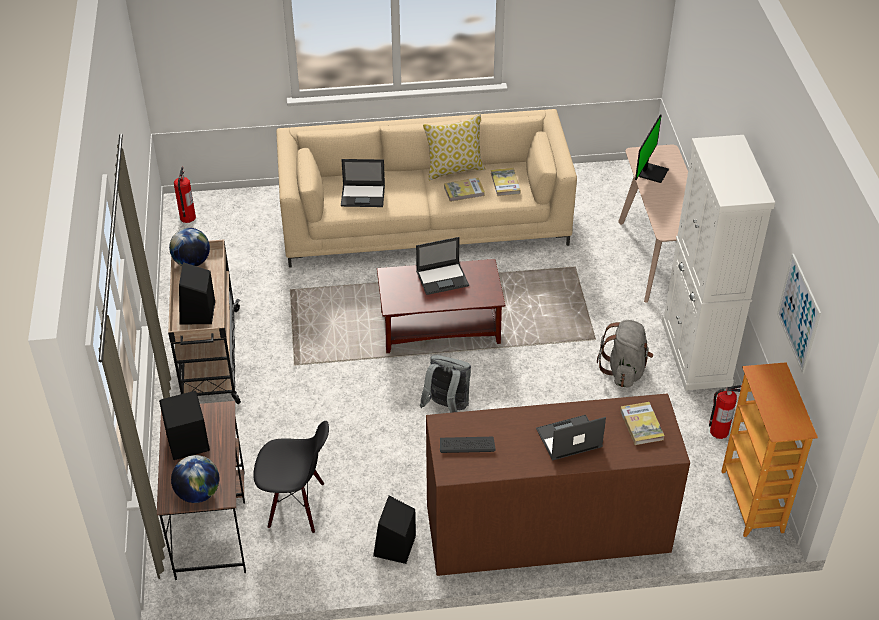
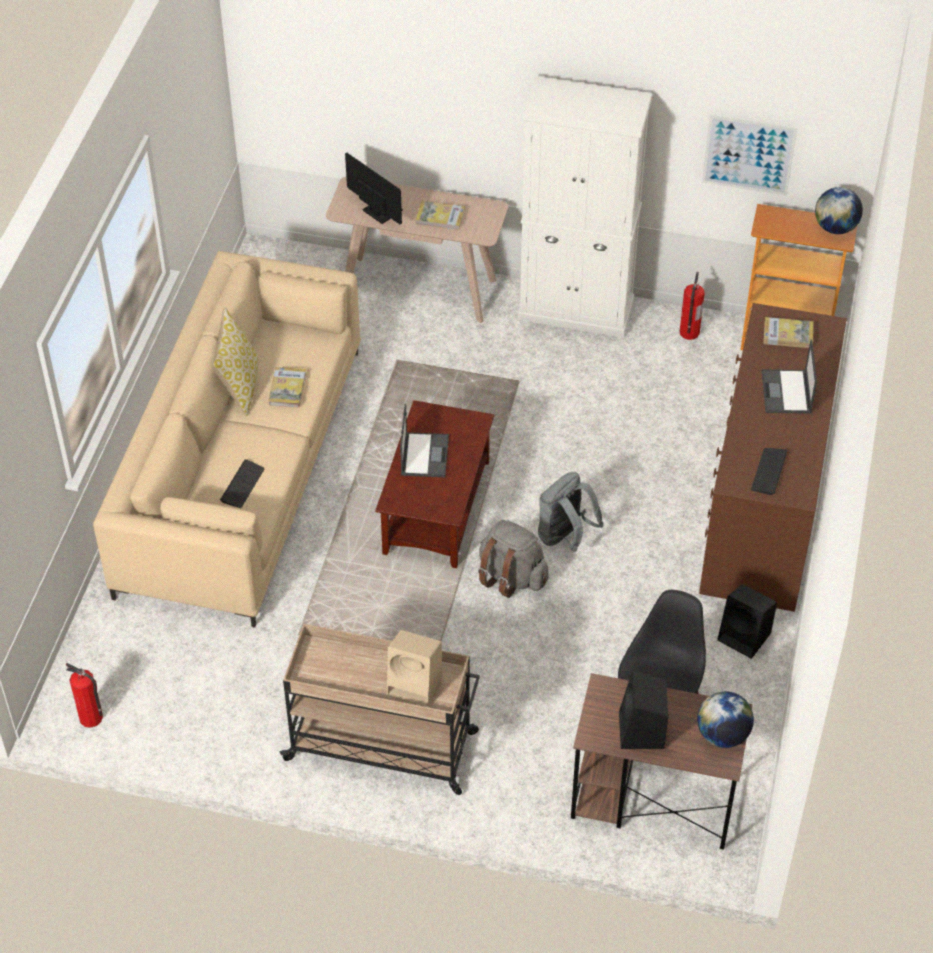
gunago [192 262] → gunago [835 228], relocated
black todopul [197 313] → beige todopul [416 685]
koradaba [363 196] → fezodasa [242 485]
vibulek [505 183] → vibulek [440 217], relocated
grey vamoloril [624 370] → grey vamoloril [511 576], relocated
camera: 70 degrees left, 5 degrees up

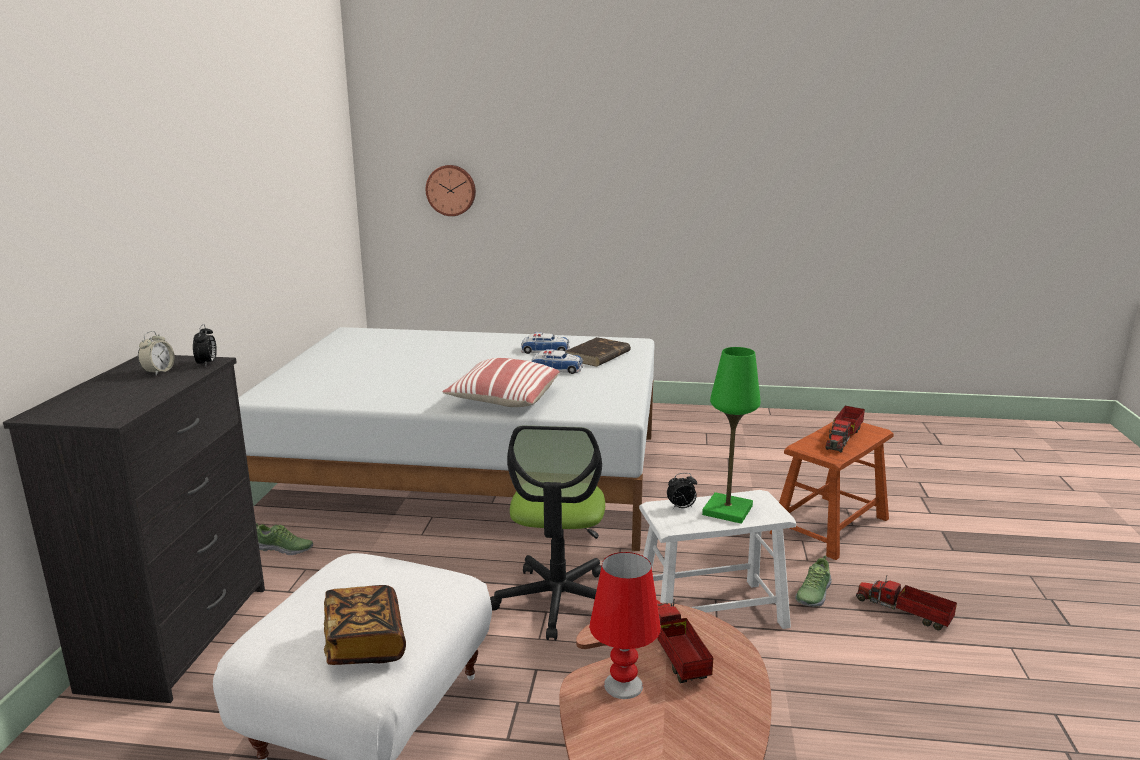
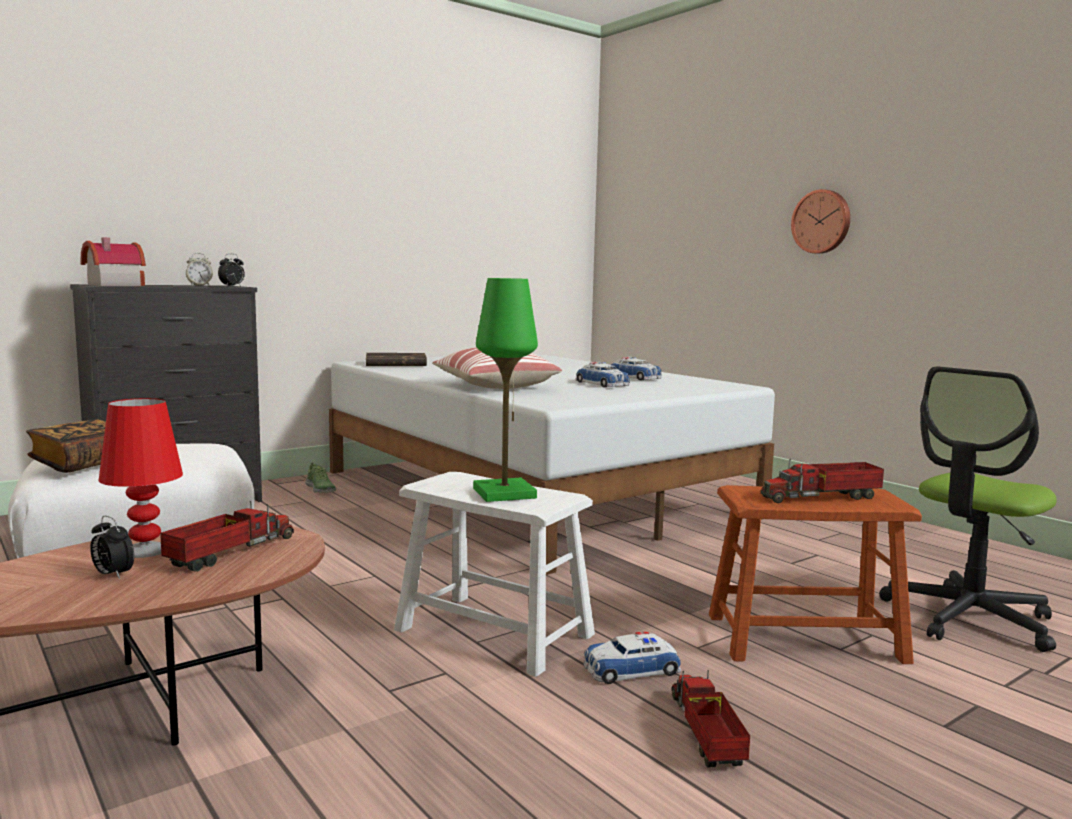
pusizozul [451 190] → pusizozul [822 222], relocated
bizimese [558 601] → bizimese [969 618], relocated
brown vibulek [597 356] → brown vibulek [395 364], relocated
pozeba [681 508] → pozeba [112 575], relocated
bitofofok [812 594] → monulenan [631 669]
- → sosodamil [111 285]
camera: 45 degrees right, 10 degrees down

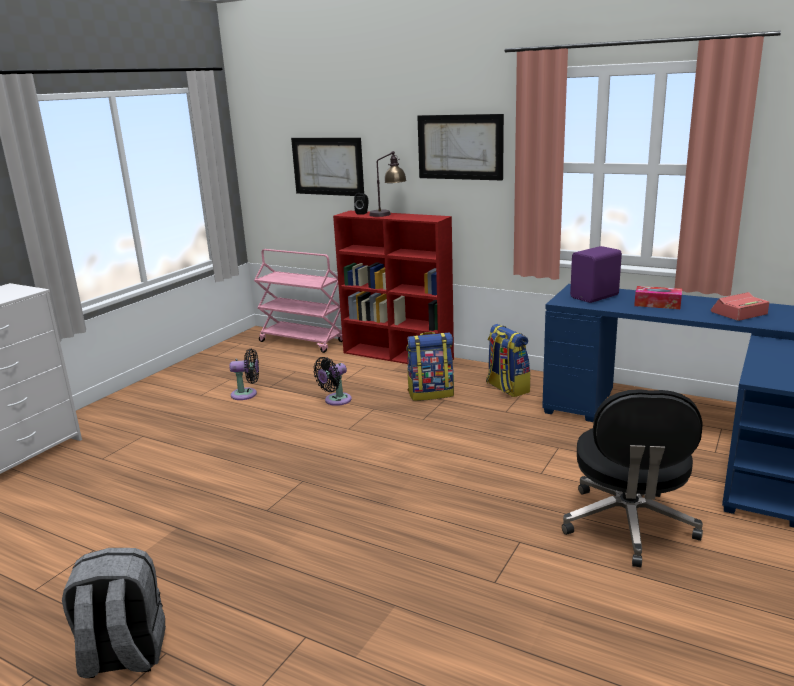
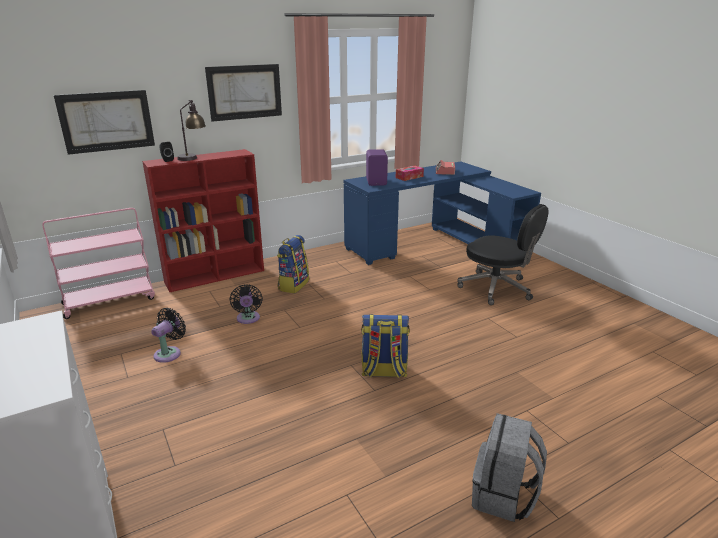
vamoloril [506 388] → vamoloril [383 371], relocated
camera: 60 degrees left, 5 degrees up

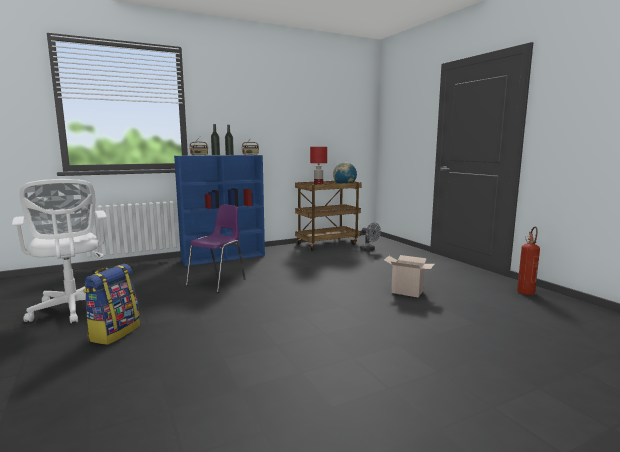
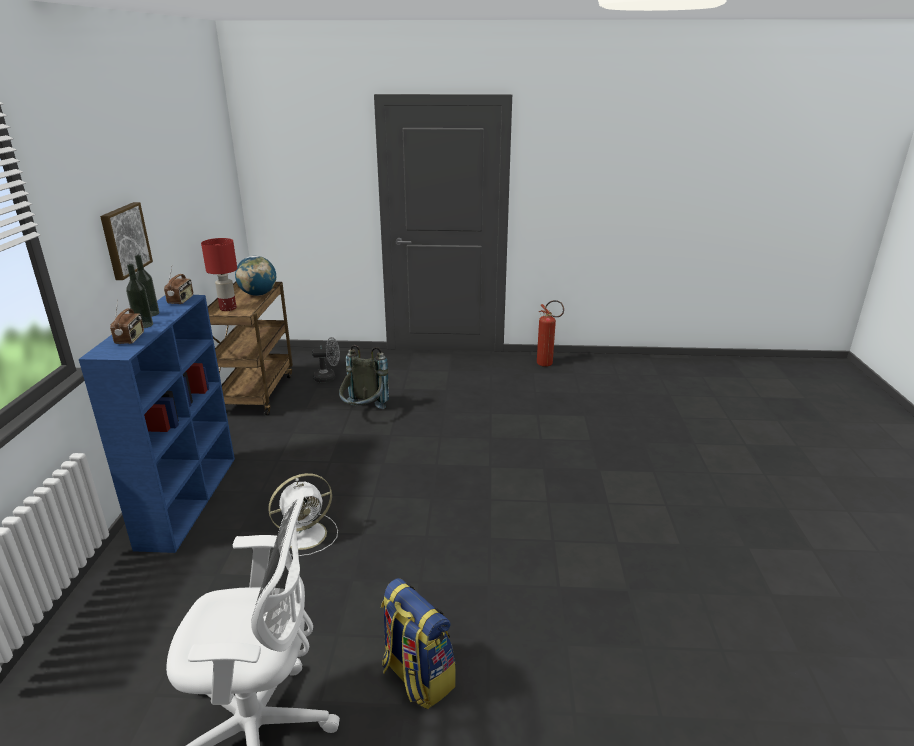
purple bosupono [218 282] → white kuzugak [307 534]
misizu [408 292] → -
- → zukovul [124 240]
- → grey vamoloril [364 413]
camera: 60 degrees left, 15 degrees up

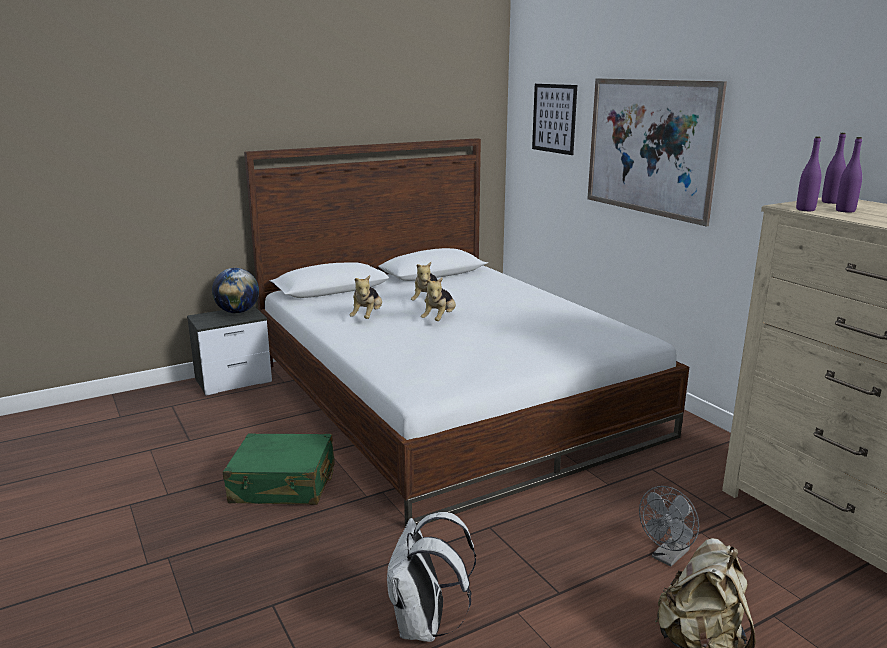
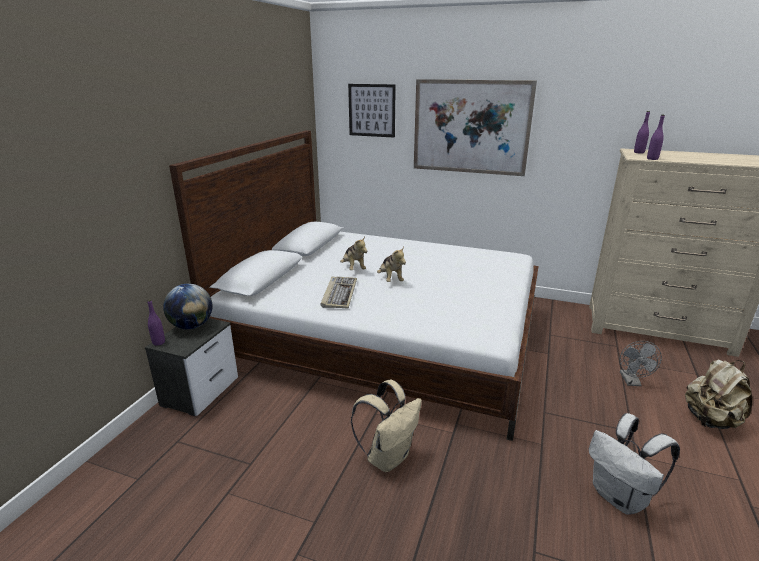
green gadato [283 484] → beige vamoloril [388 457]
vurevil [367 317] → fezodasa [339 294]
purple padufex [845 211] → purple padufex [159 342], relocated
camera: 40 degrees left, 5 degrees up

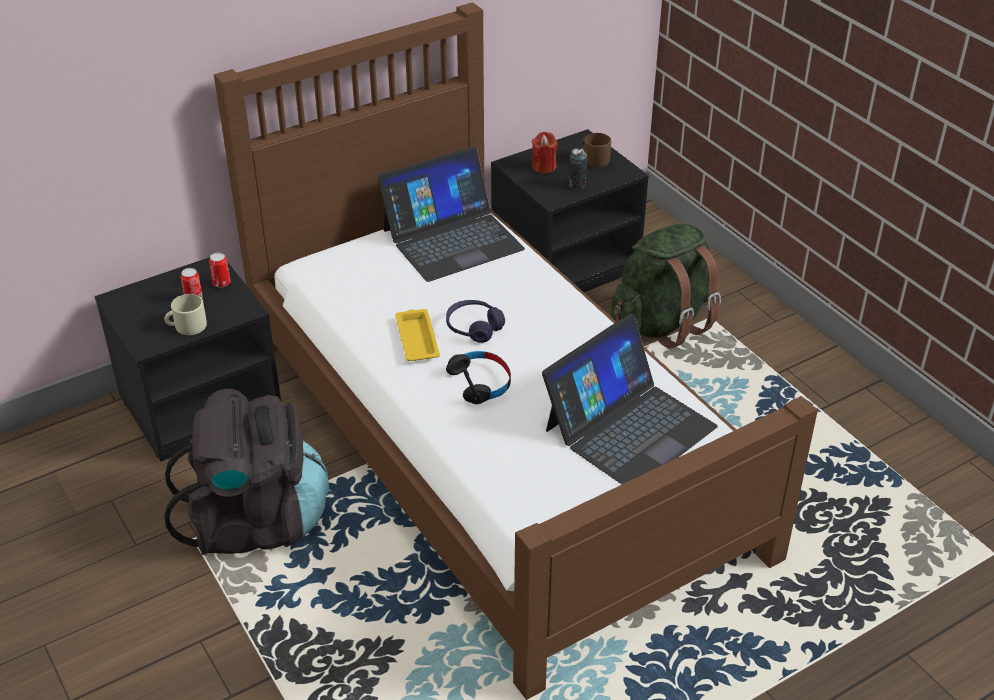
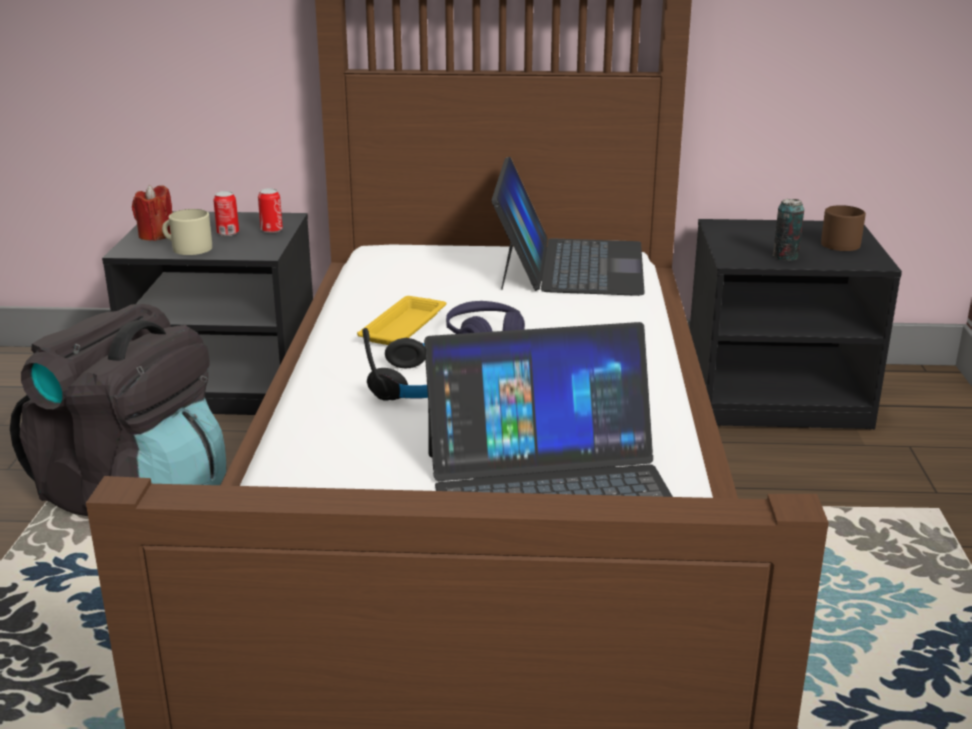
koradaba [452 239] → koradaba [569 265], 90 degrees counterclockwise
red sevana [544 166] → red sevana [156 235], relocated
green vamoloril [662 323] → -
camera: 35 degrees right, 15 degrees down

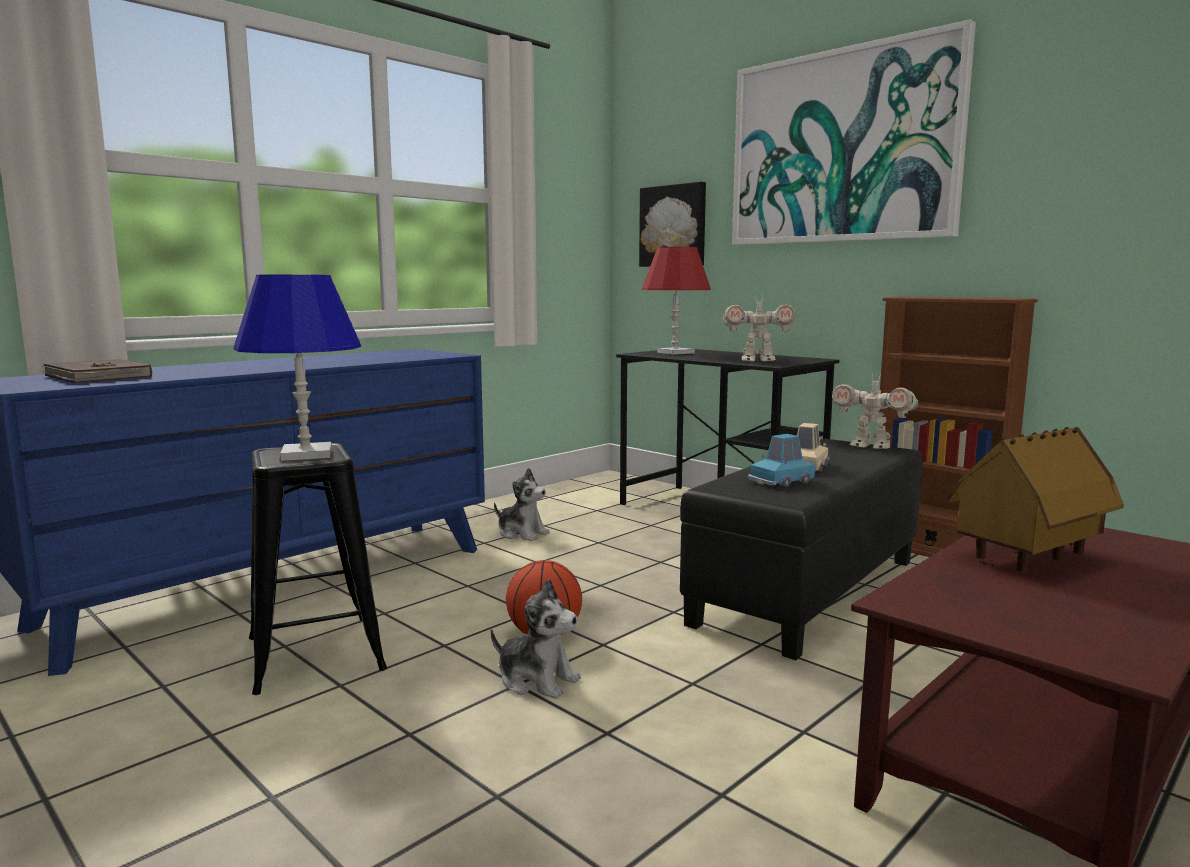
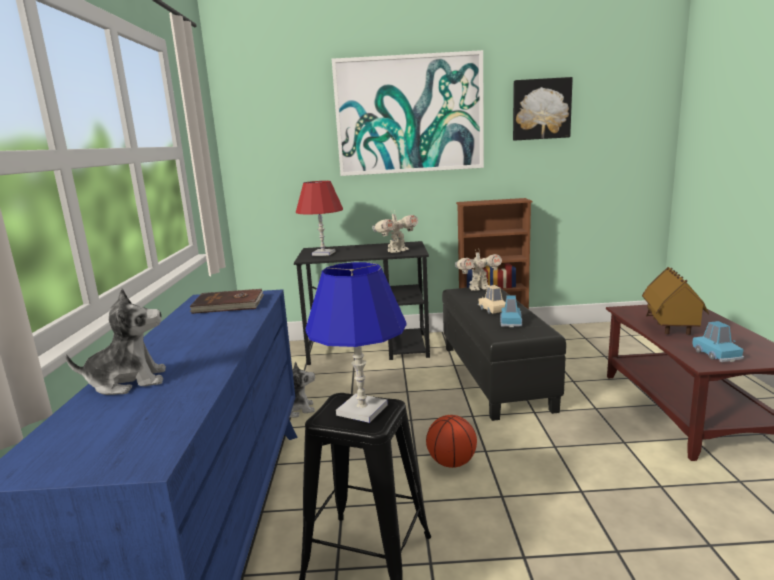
brown vibulek [96 376] → brown vibulek [229 305], relocated
vurevil [537 680] → vurevil [128 382], relocated
zukovul [674 226] → zukovul [541 109], relocated
- → blue monulenan [716 354]
camera: 45 degrees left, 5 degrees up

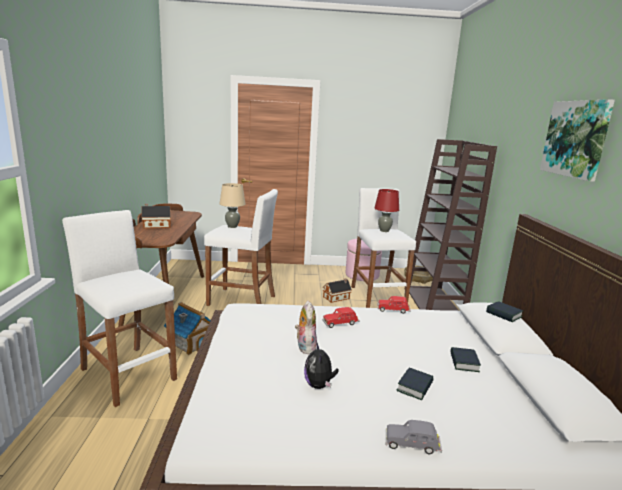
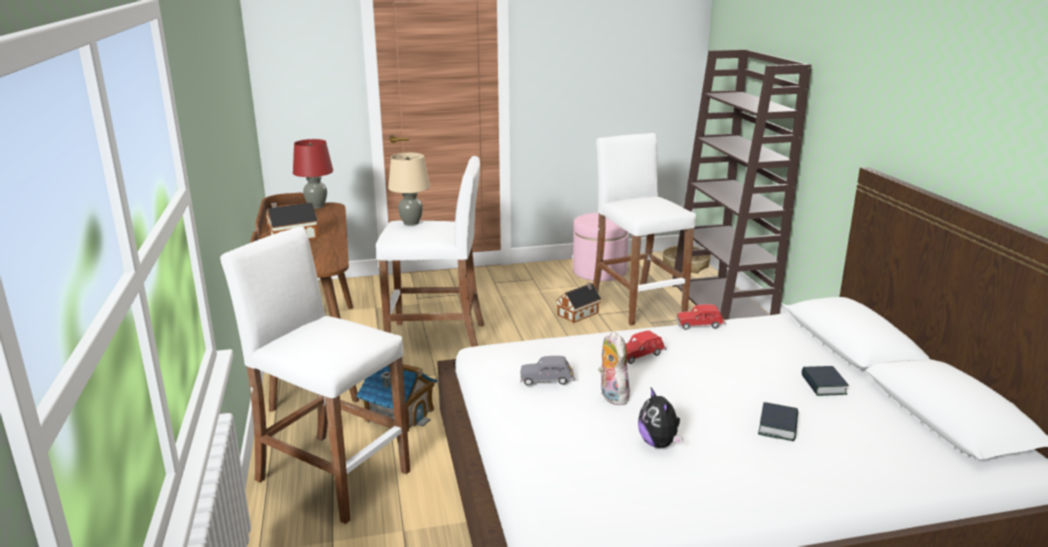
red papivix [384 231] → red papivix [316 206], relocated
grey monulenan [412 445] → grey monulenan [547 380], relocated
vibulek [503 314] → -
zukovul [576 139] → -
camera: 10 degrees left, 5 degrees up

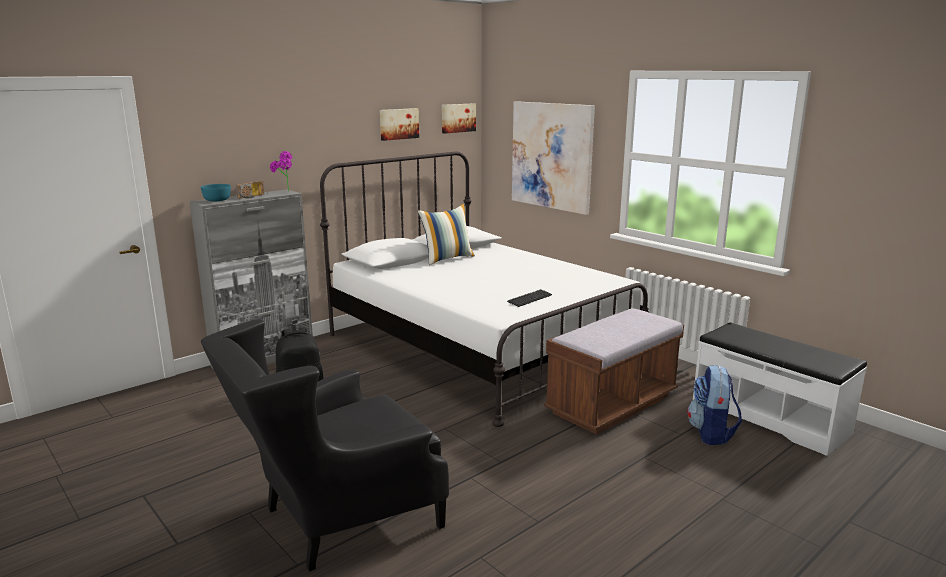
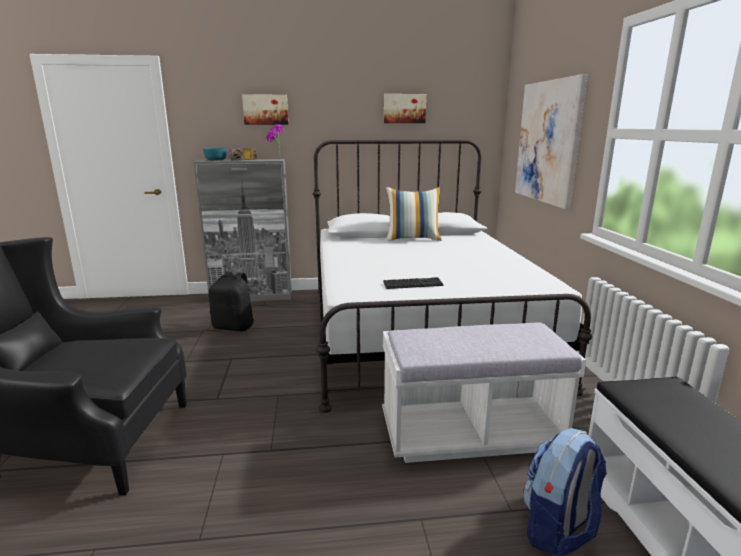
zukovul [457 118] → zukovul [265 109], relocated
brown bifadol [612 404] → white bifadol [471 434]
camera: 35 degrees right, 0 degrees up

